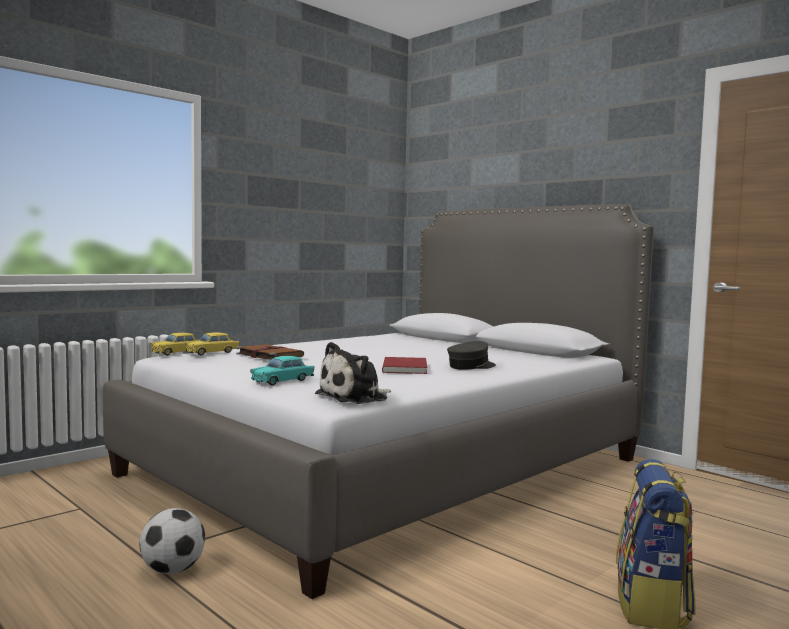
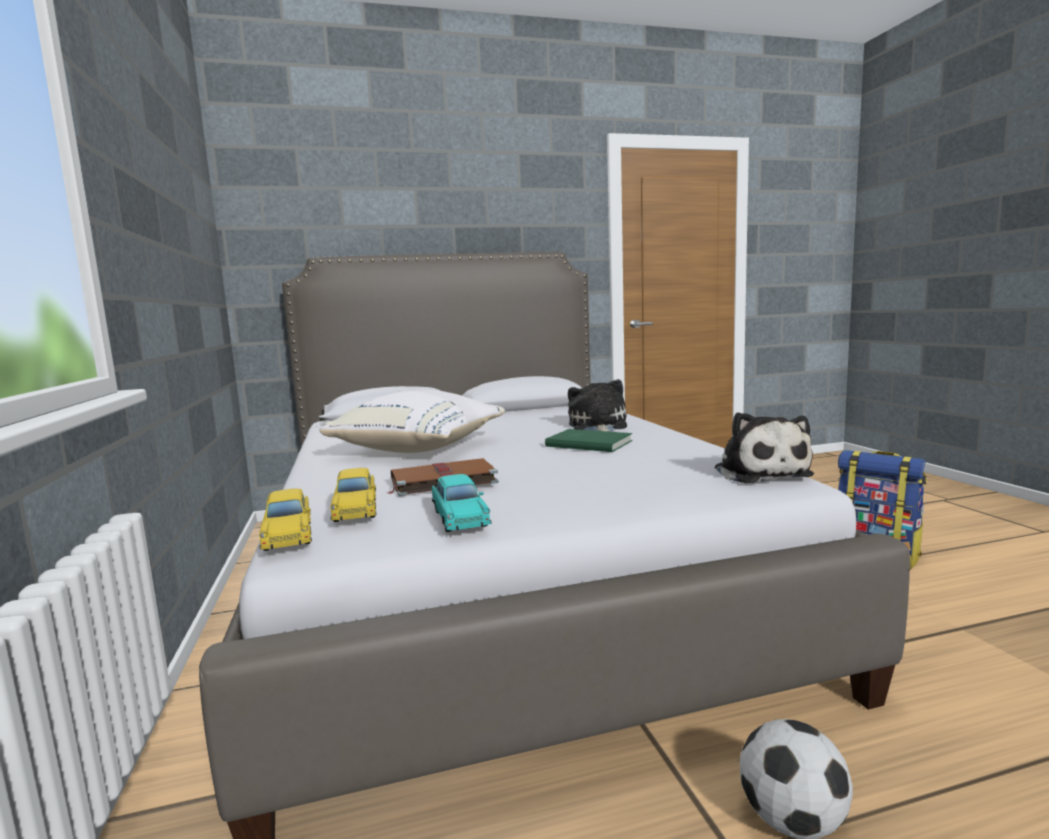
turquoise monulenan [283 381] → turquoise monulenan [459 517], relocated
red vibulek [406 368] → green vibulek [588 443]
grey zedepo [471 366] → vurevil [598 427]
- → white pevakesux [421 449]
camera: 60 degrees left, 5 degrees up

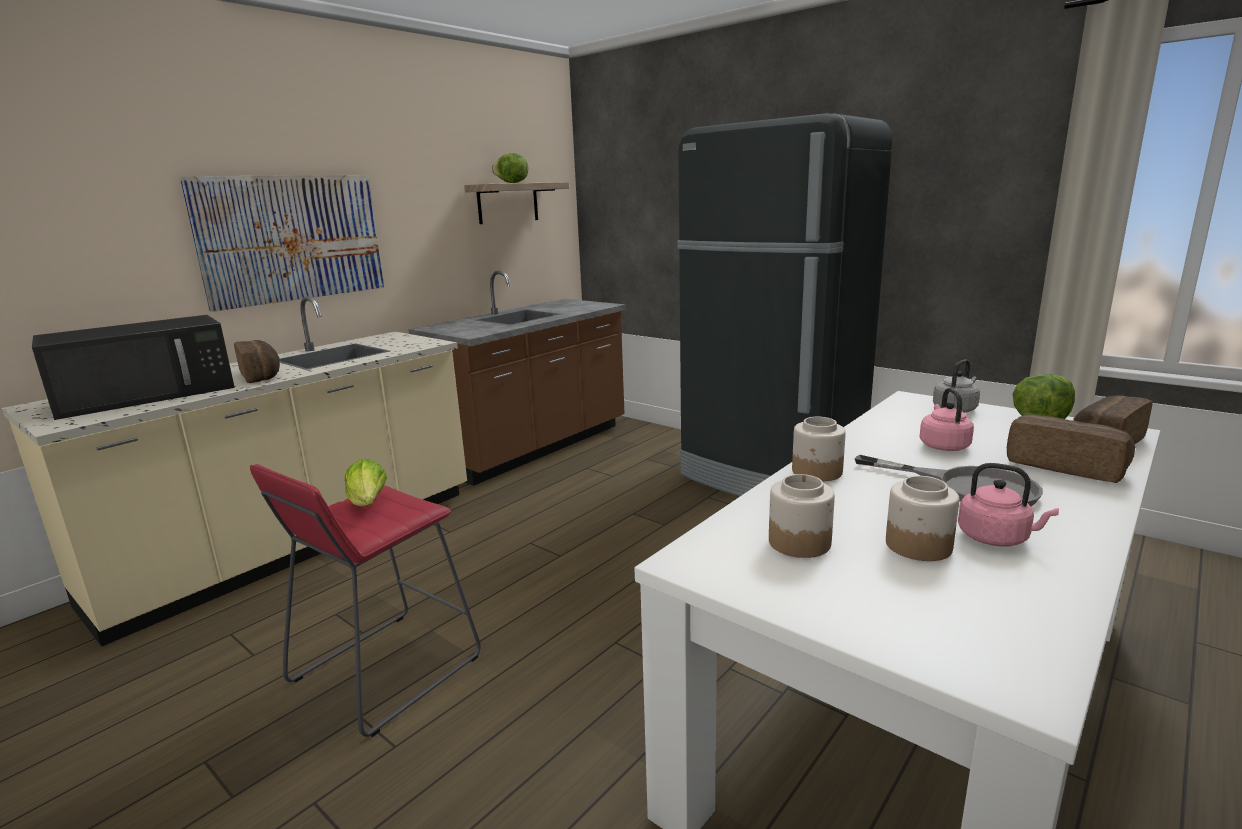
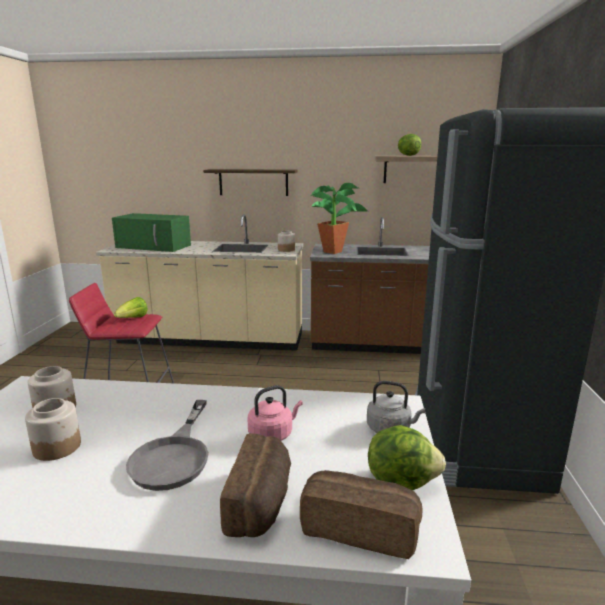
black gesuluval [149 394] → green gesuluval [154 246]
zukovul [292 238] → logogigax [253 182]
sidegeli [262 375] → -
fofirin [817 472] → fofirin [286 250], relocated
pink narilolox [996 538] → -
- → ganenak [336 251]
camera: 55 degrees right, 0 degrees up

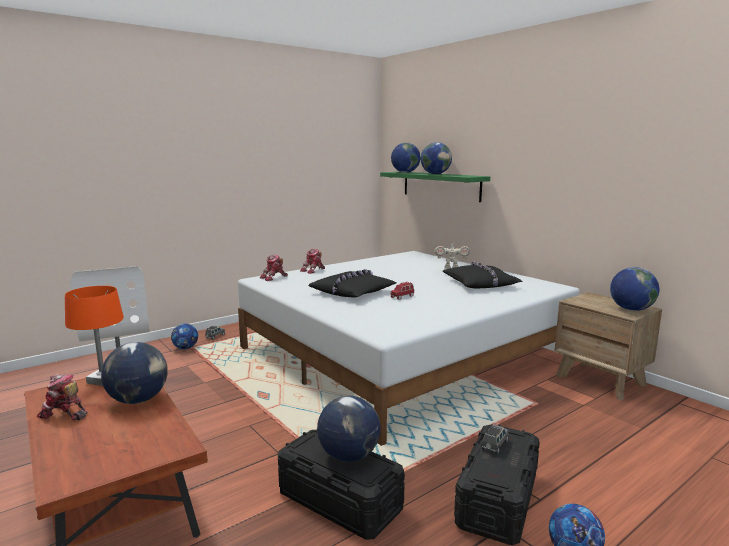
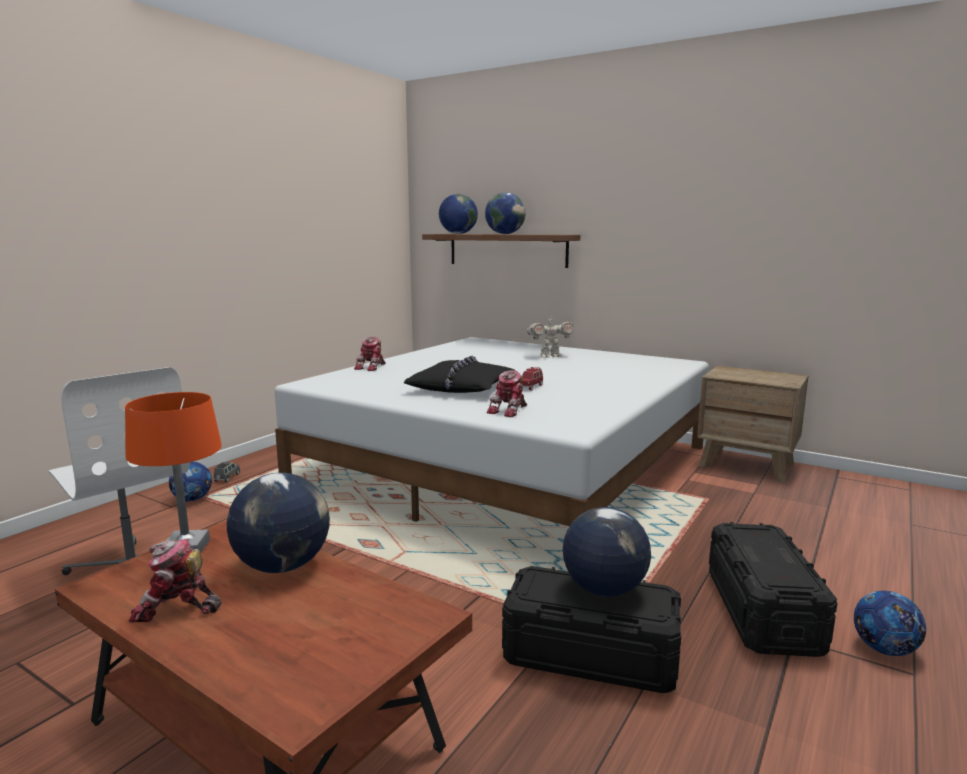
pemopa [274 277] → pemopa [510 410], relocated
green logogigax [440 186] → brown logogigax [507 250]
black pevakesux [481 284] → -
grey monulenan [495 445] → -
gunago [631 309] → -
camera: 20 degrees left, 0 degrees up

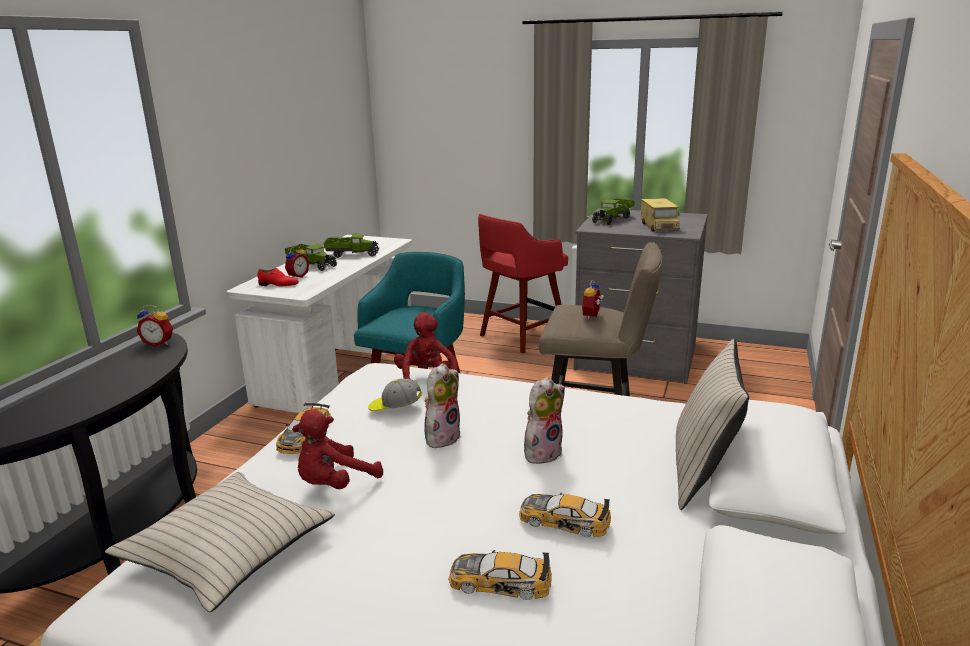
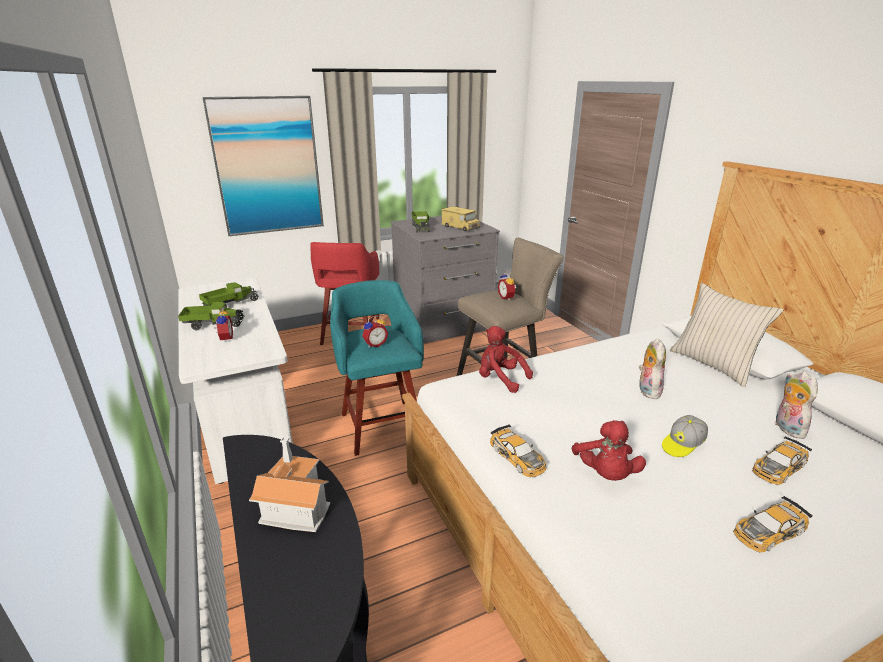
beige pevakesux [228 551] → -
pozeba [159 343] → pozeba [375 344], relocated
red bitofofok [278 285] → -
zedepo [395 407] → zedepo [682 444], relocated
vurevil [442 437] → vurevil [786 428], relocated
monulenan [564 520] → monulenan [768 531], relocated
- → zukovul [268 166]
- → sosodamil [294 503]
camera: 45 degrees left, 5 degrees up

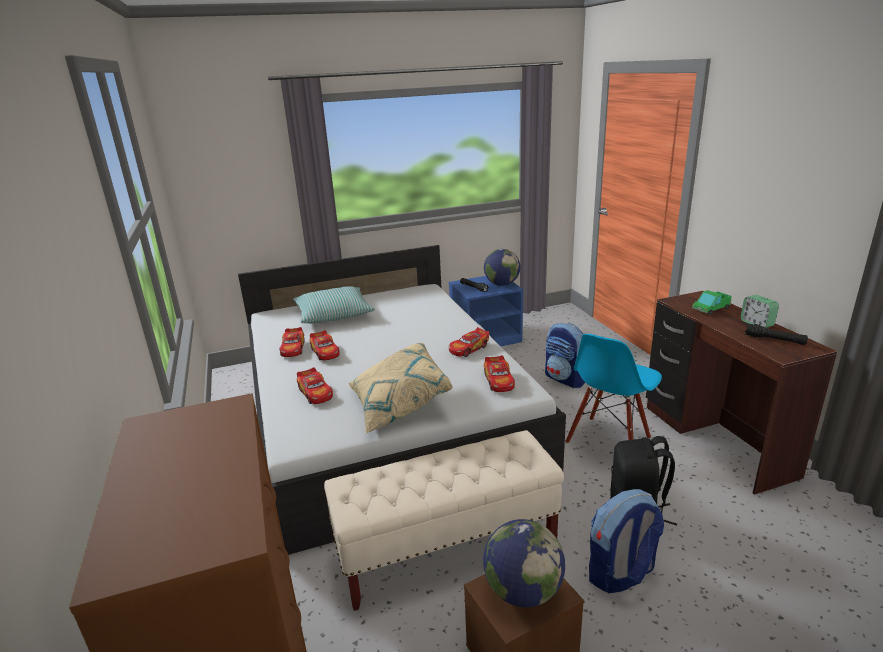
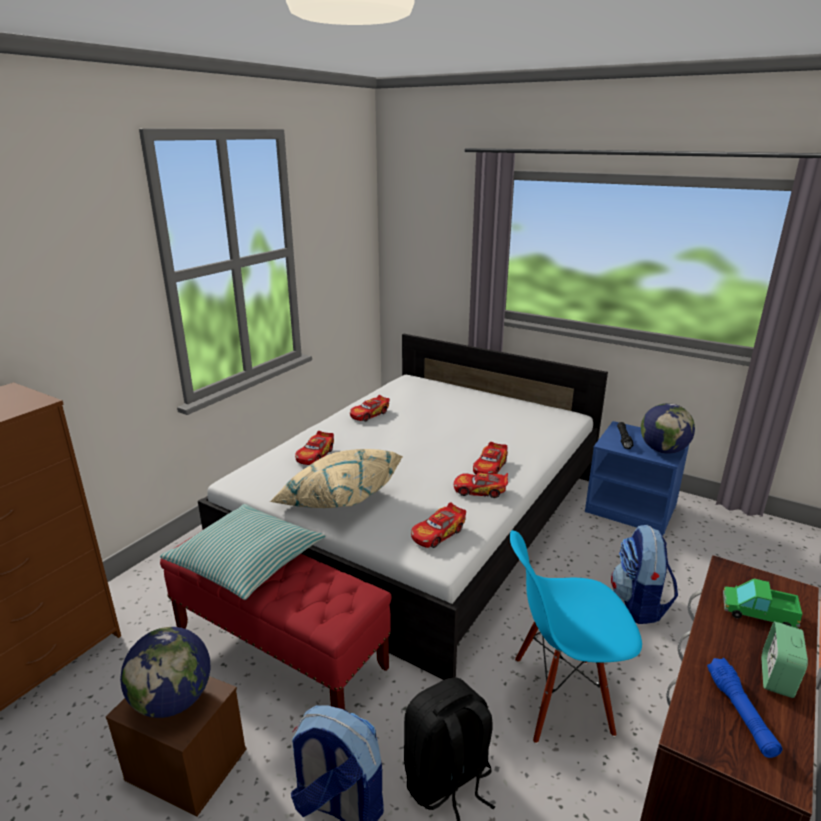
pevakesux [333 314] → pevakesux [246 561], relocated
monulenan [325 352] → monulenan [490 467], relocated
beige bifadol [447 549] → red bifadol [280 650]
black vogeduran [774 340] → blue vogeduran [740 713]
camera: 50 degrees right, 0 degrees up

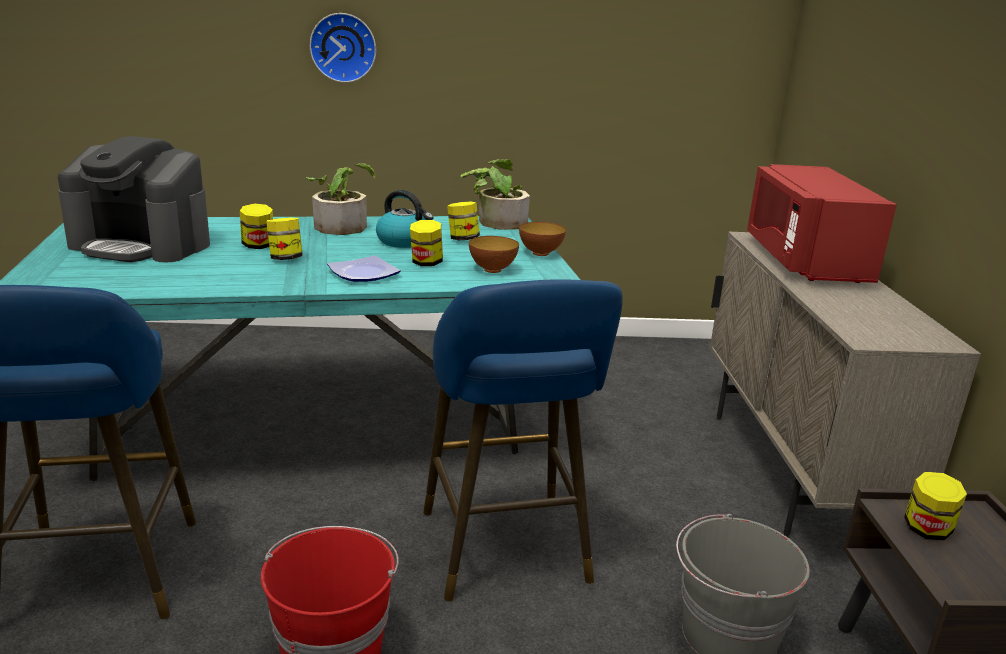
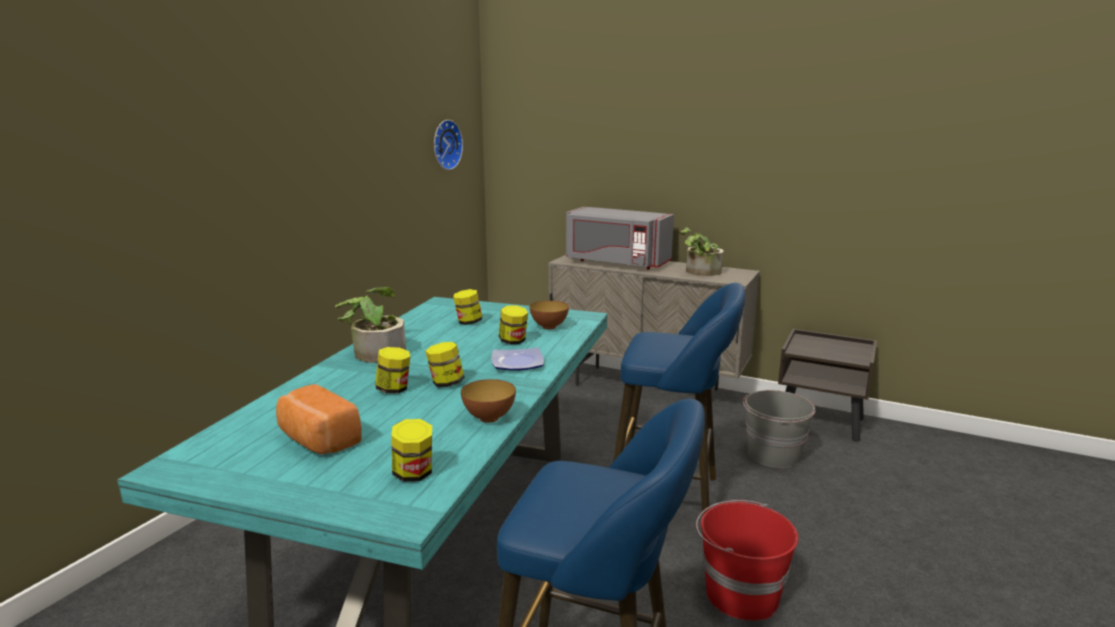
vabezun [142 245] → sidegeli [317 440]
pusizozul [343 47] → pusizozul [445 144], relocated
narilolox [404 241] → -
ganenak [496 222] → ganenak [699 272], relocated
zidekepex [540 253] → zidekepex [489 418], relocated
red gesuluval [804 260] → grey gesuluval [616 262]
fofirin [927 530] → fofirin [414 474], relocated
camera: 60 degrees left, 5 degrees down

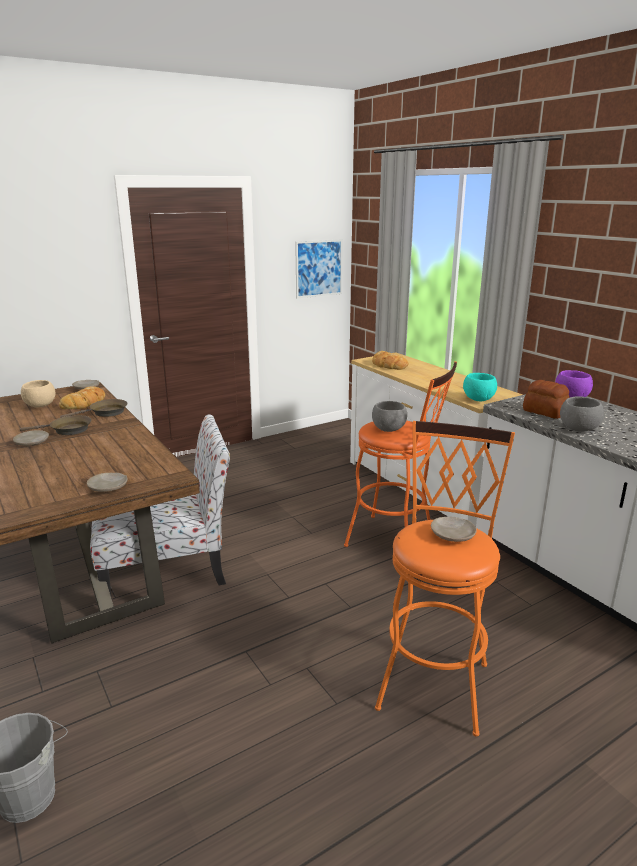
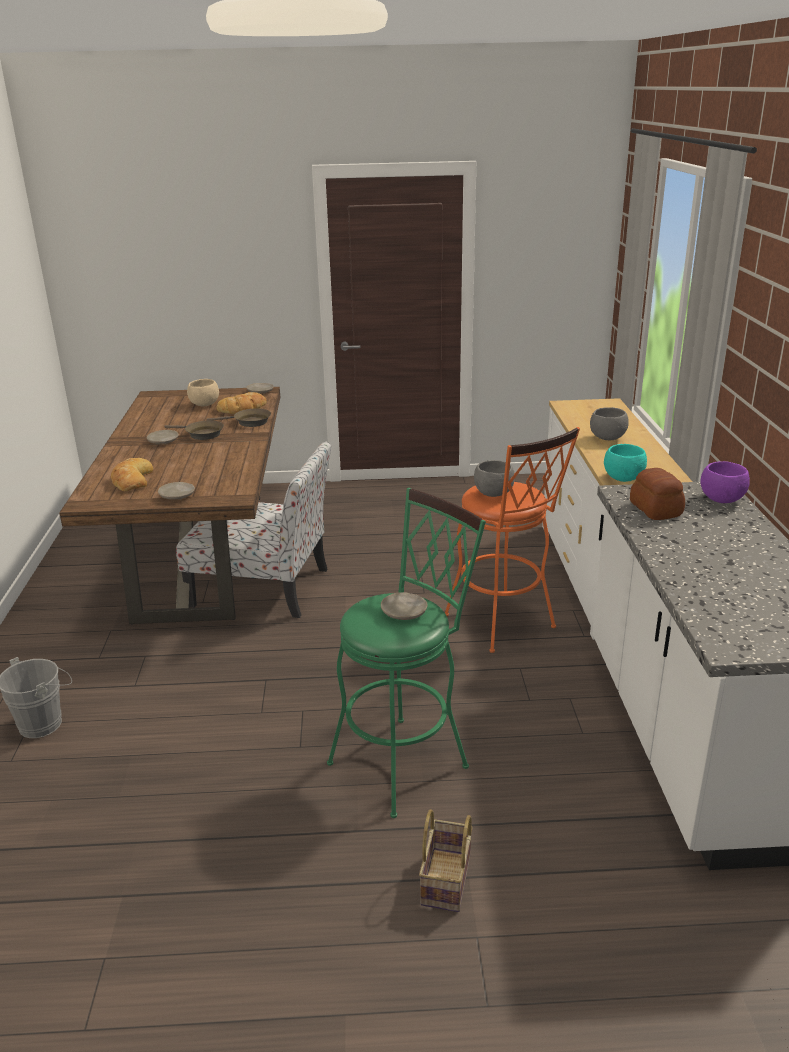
zukovul [319 268] → -
sidegeli [388 365] → sidegeli [131 480], relocated
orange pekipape [435 677] → green pekipape [407 759]
grey zidekepex [578 429] → grey zidekepex [607 438], relocated
- → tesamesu [447 882]
camera: 30 degrees right, 5 degrees up

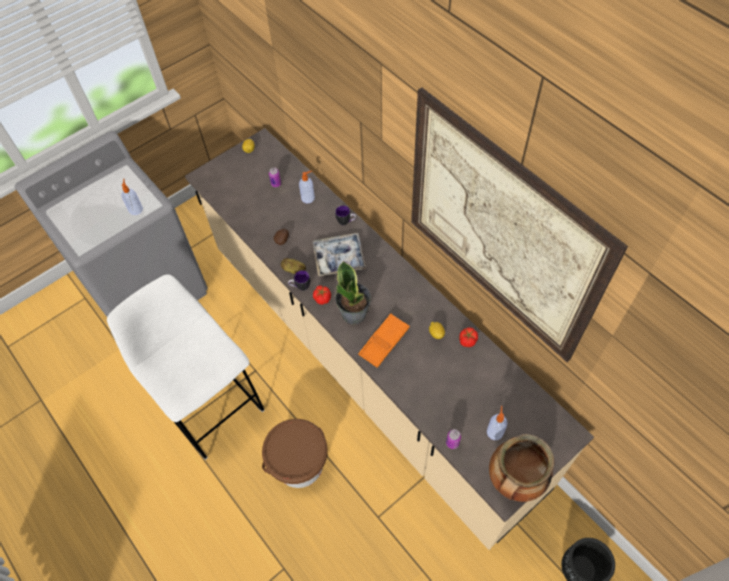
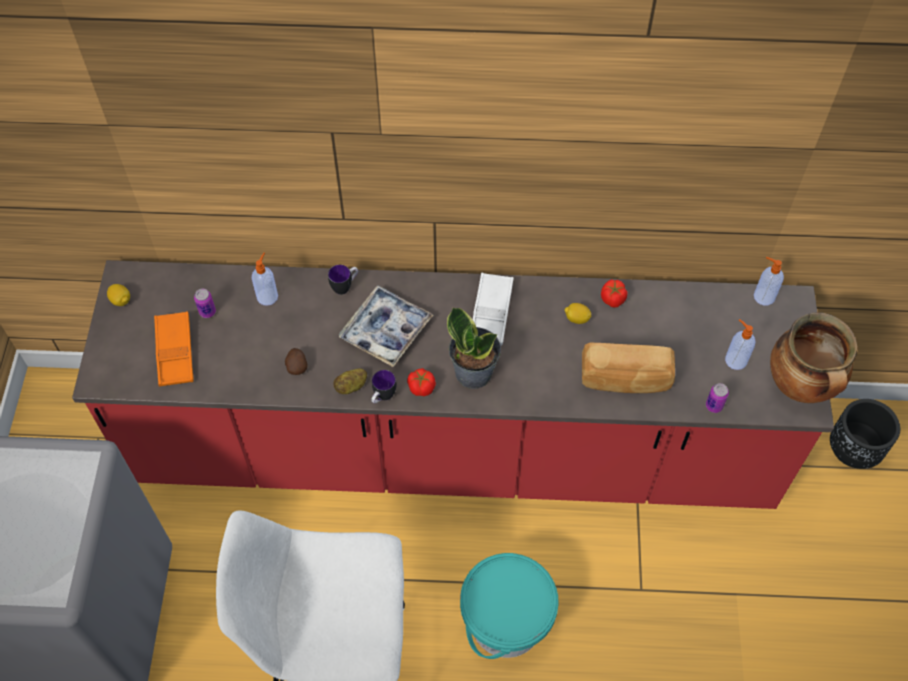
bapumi [136 209] → bapumi [763 296], relocated
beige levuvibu [368 363] → red levuvibu [454 450]
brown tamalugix [299 464] → turquoise tamalugix [506 622]
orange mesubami [384 342] → orange mesubami [175 352], relocated
zukovul [500 230] → -
- → white mesubami [491 312]
- → sidegeli [625 379]
camera: 50 degrees left, 0 degrees up

